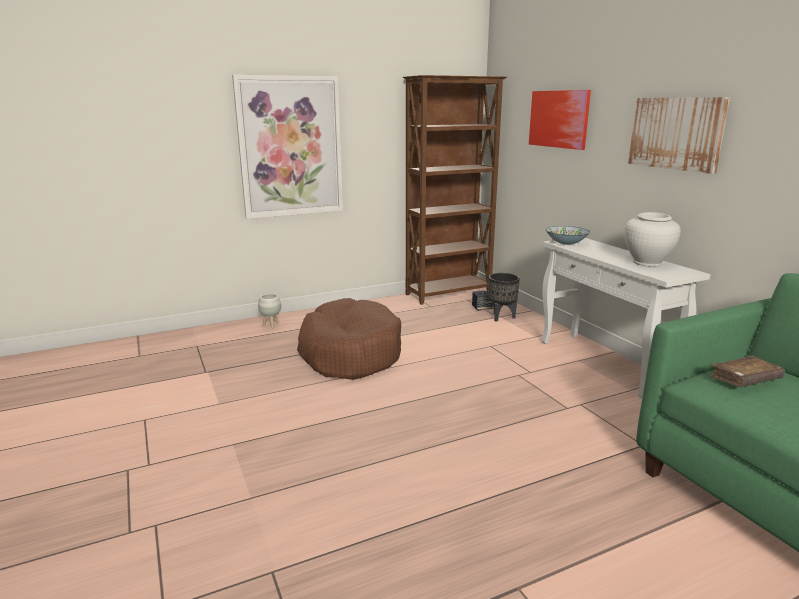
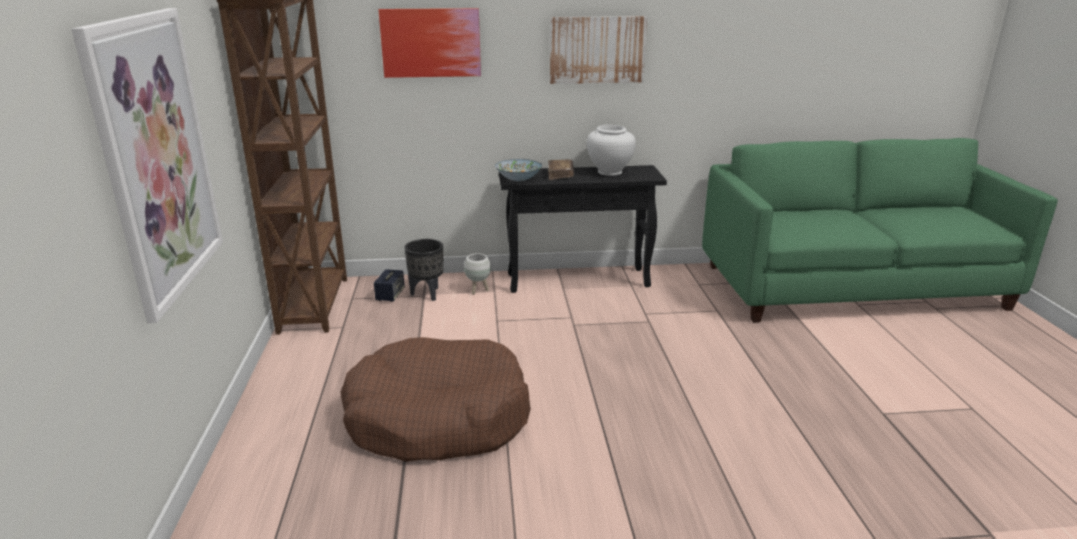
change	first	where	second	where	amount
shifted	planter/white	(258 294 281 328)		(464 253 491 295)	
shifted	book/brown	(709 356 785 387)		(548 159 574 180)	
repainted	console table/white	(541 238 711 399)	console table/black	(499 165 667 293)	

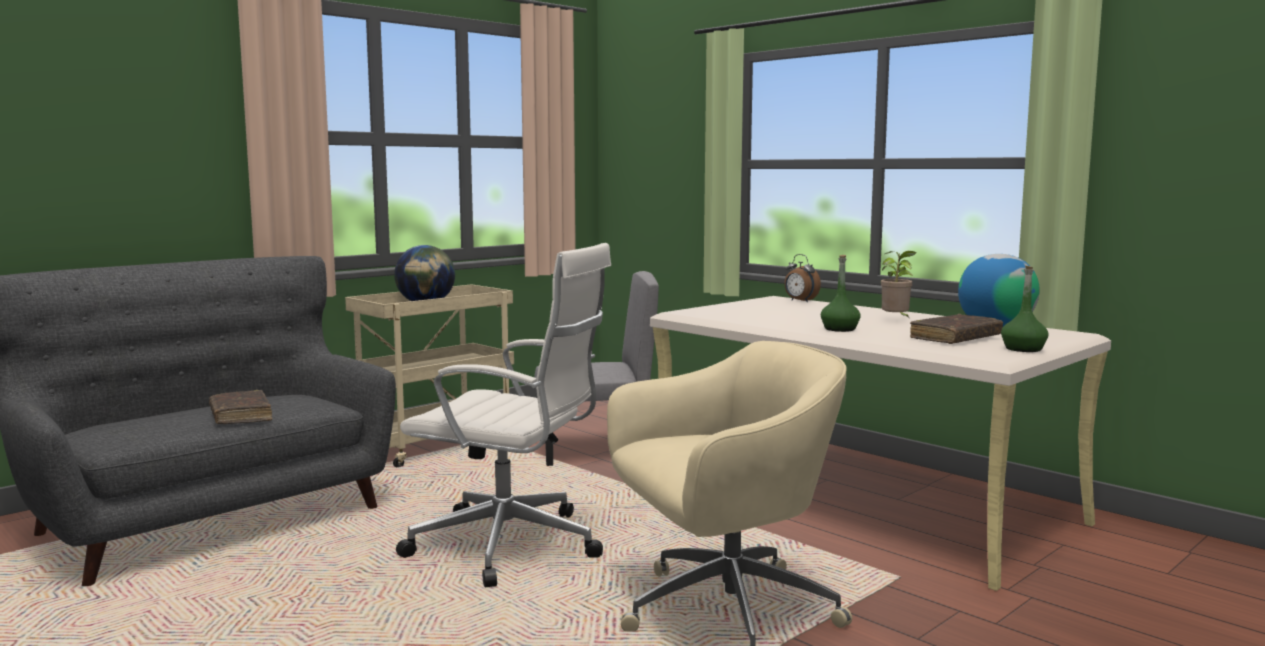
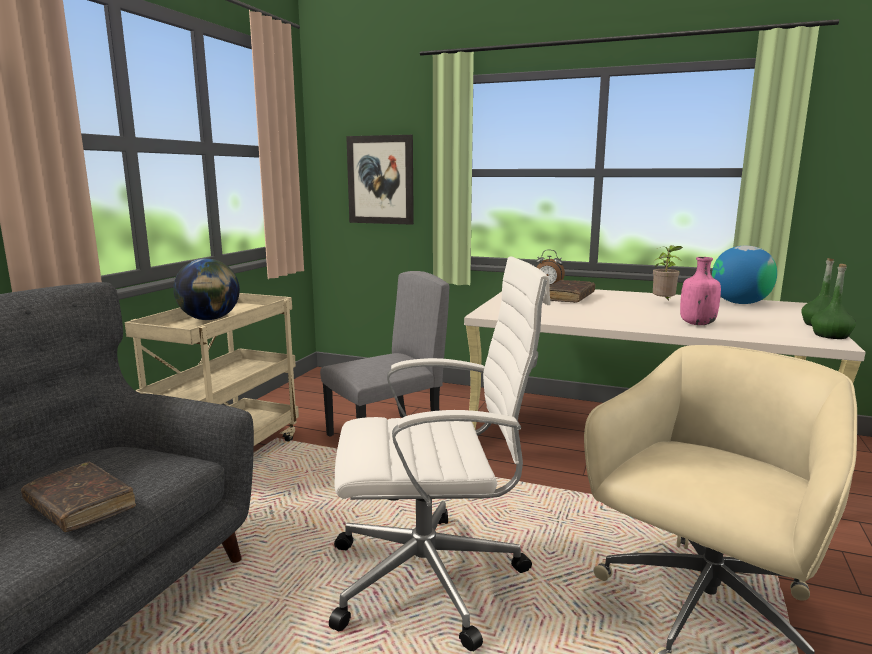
change	first	where	second	where	amount
new			picture	(346 135 414 225)	
new			bottle/pink	(680 257 721 325)	
shifted	bottle/green	(821 255 861 332)		(811 264 856 339)	
shifted	book/brown	(910 314 1003 344)		(550 280 595 303)	

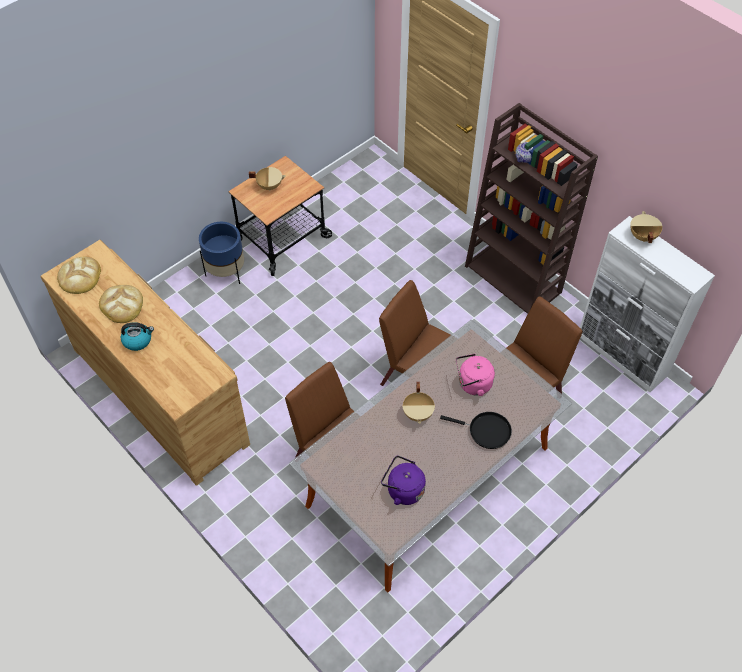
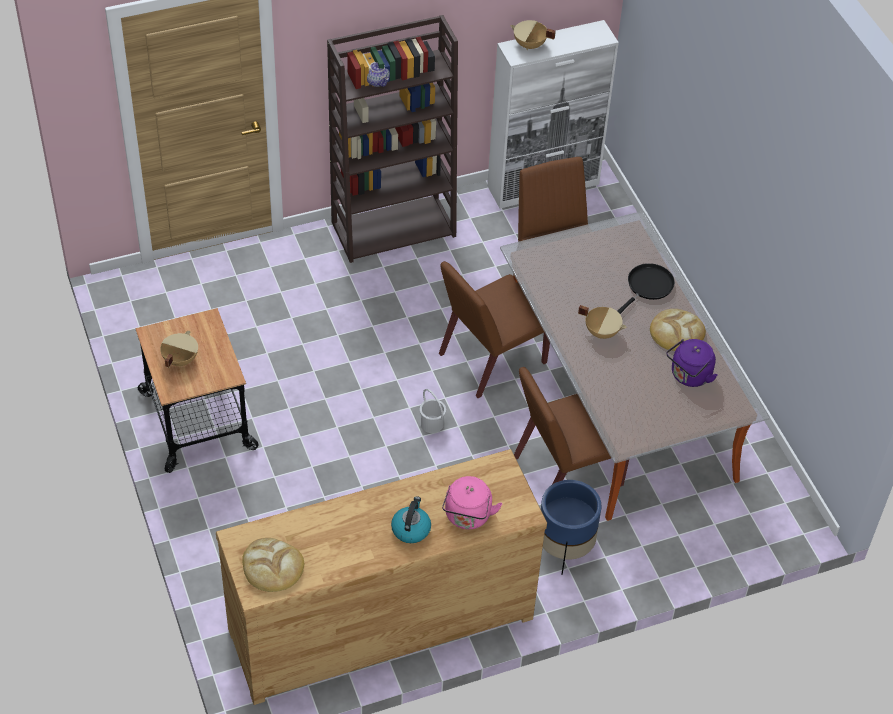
change	first	where	second	where	amount
new			bucket/white	(420 389 446 433)	
shifted	bread	(99 285 143 323)		(650 309 706 351)	
shifted	planter/blue	(199 222 244 284)		(541 480 602 575)	
shifted	kettle/pink	(456 353 495 396)		(442 476 502 529)	

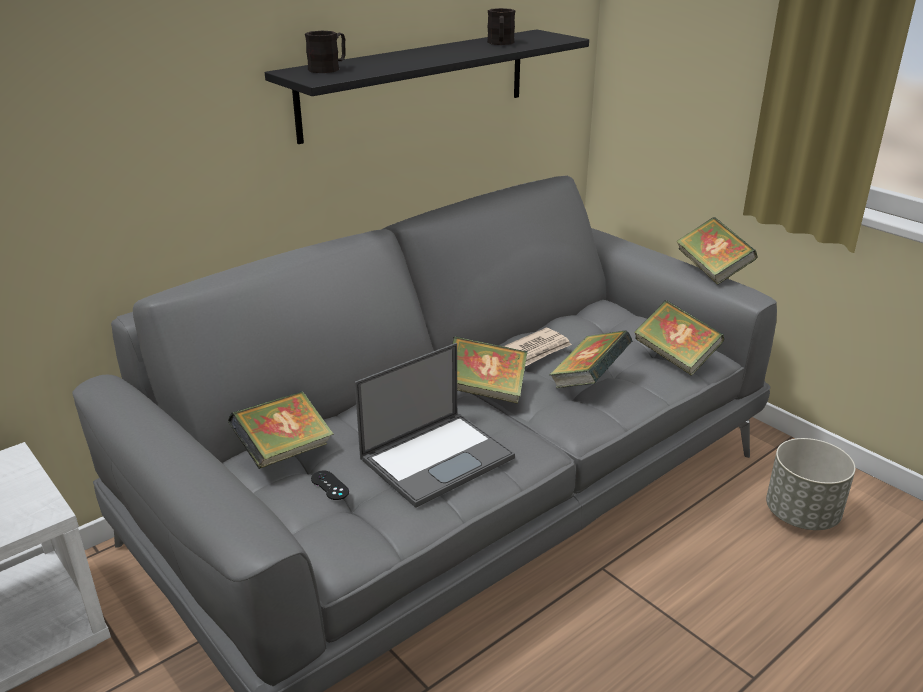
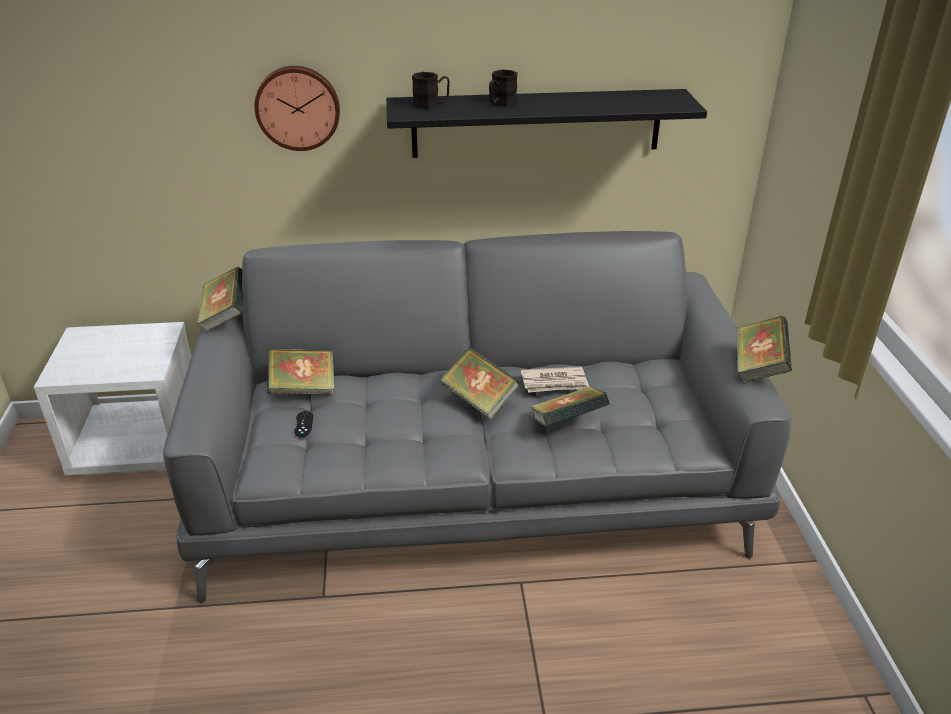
change	first	where	second	where	amount
gone	laptop	(355 343 515 508)			
gone	planter/grey	(766 438 856 530)			
new			wall clock	(254 66 340 151)	
shifted	mug/black	(487 8 515 45)		(489 70 518 106)	
shifted	book	(634 300 724 376)		(197 267 243 332)	

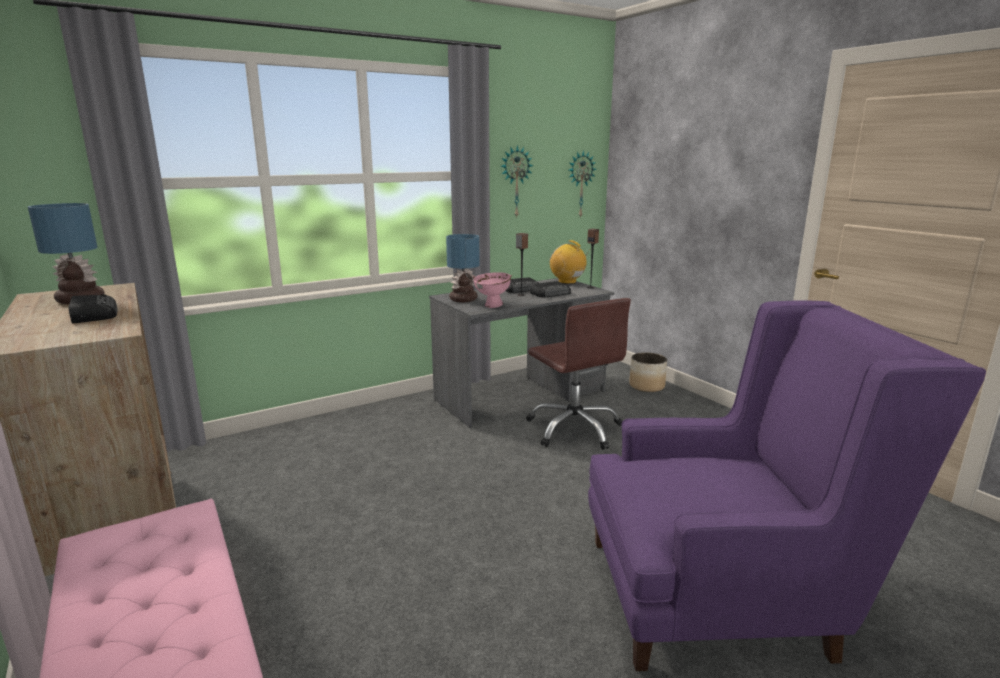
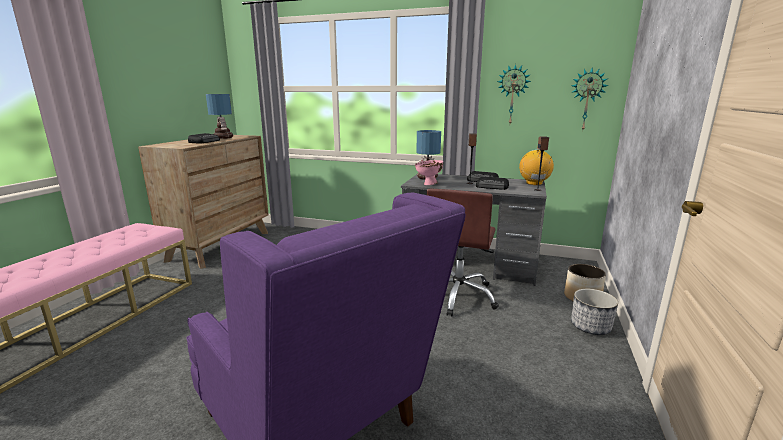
change	first	where	second	where	amount
new			planter	(571 289 618 335)	

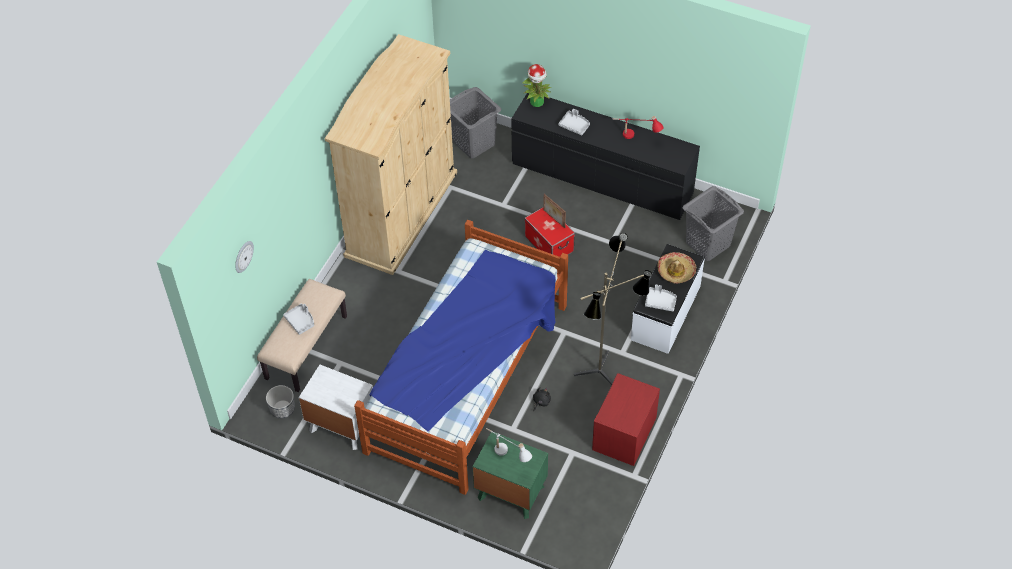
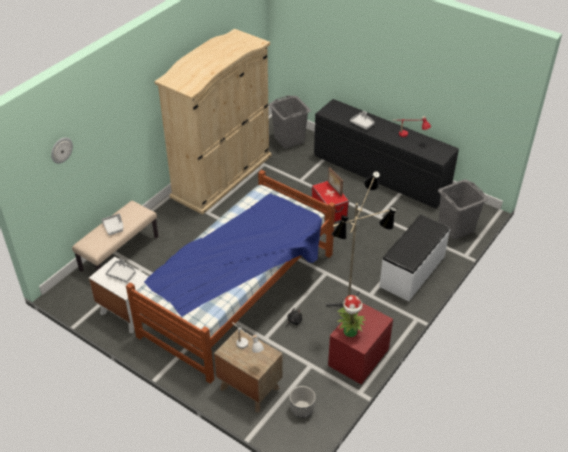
change	first	where	second	where	amount
gone	hat	(657 252 696 283)			
shifted	planter	(266 385 295 418)		(290 386 316 418)	
shifted	potted plant	(523 64 551 107)		(337 295 365 337)	
shifted	tray/grey	(645 285 677 311)		(105 258 136 283)	
repainted	nightstand/green	(473 432 548 519)	nightstand/brown	(214 329 283 412)	

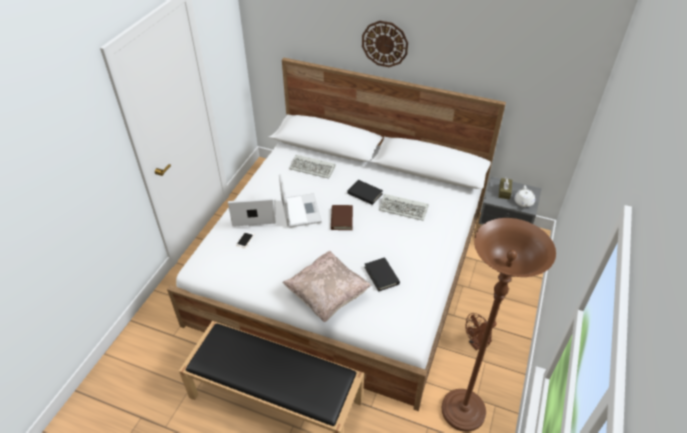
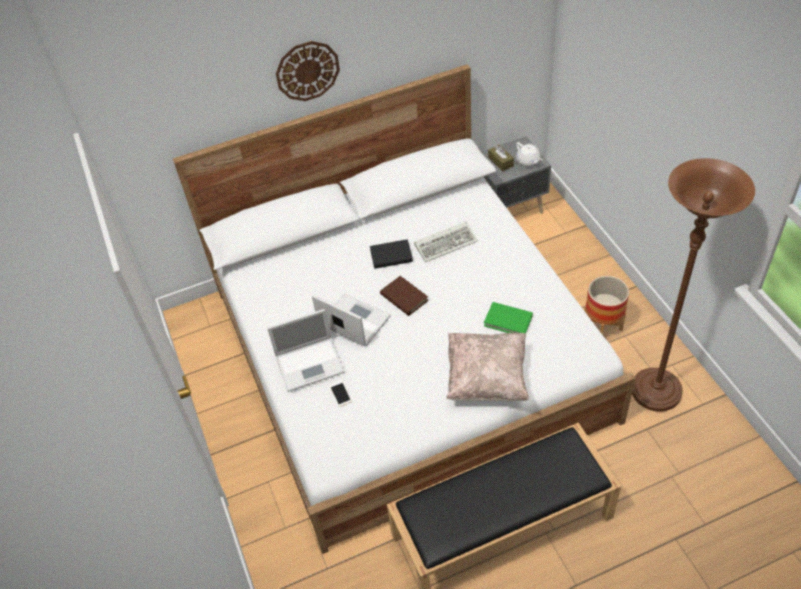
change	first	where	second	where	amount
gone	keyboard	(289 155 336 179)			
swapped	fan/brown	(466 313 497 350)	planter	(584 276 629 335)	
repainted	book/black	(365 257 400 291)	book/green	(484 302 533 334)	
rotated	laptop	(228 198 276 227)		(267 309 345 392)	150 degrees counterclockwise

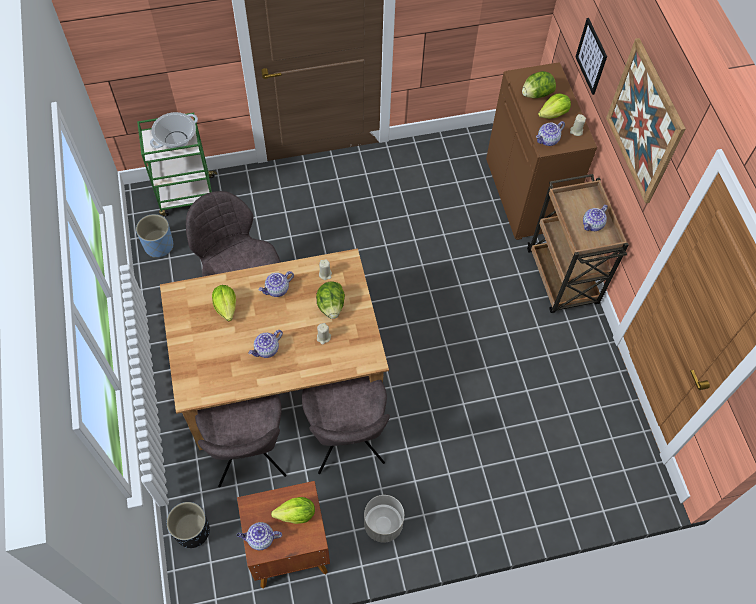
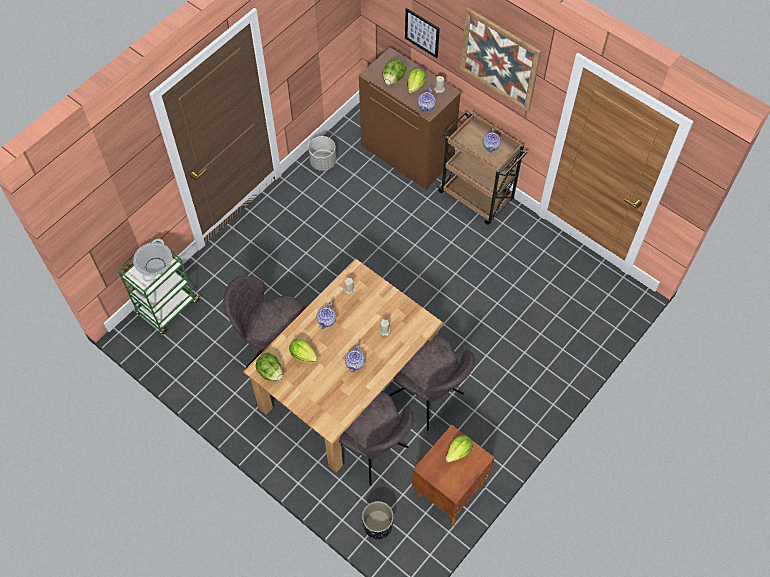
change	first	where	second	where	amount
gone	planter/blue	(136 214 173 258)			
gone	teapot	(237 522 282 550)			
shifted	lettuce	(316 282 345 319)		(256 352 283 381)	
shifted	planter/grey	(364 495 404 543)		(308 136 336 171)	

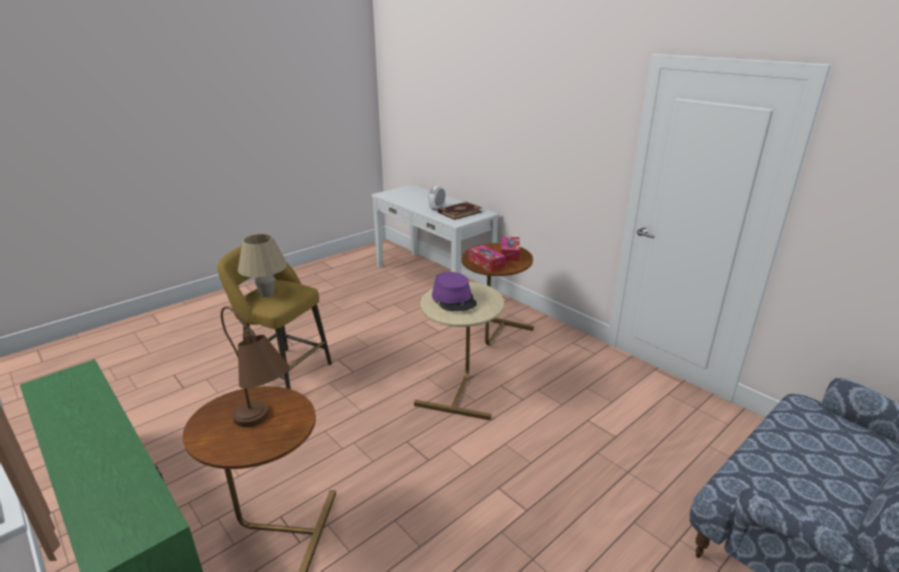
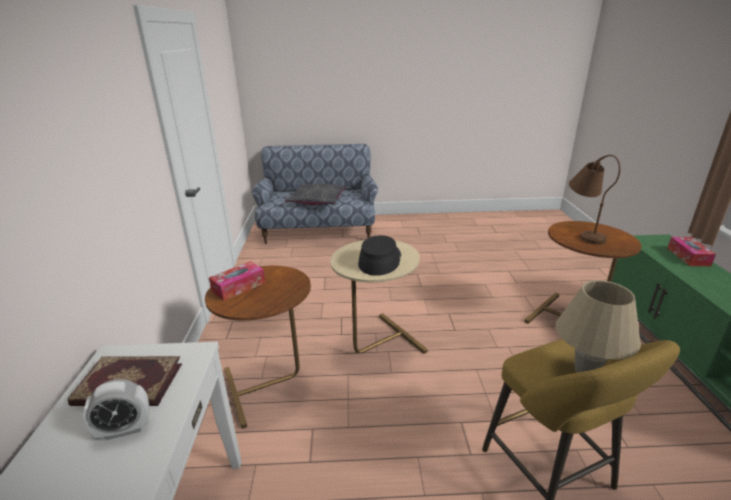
change	first	where	second	where	amount
new			pillow/grey	(285 183 347 205)	
shifted	tissue box	(468 245 506 272)		(668 237 716 266)	
repainted	hat/purple	(432 272 477 311)	hat/black	(358 235 401 276)	

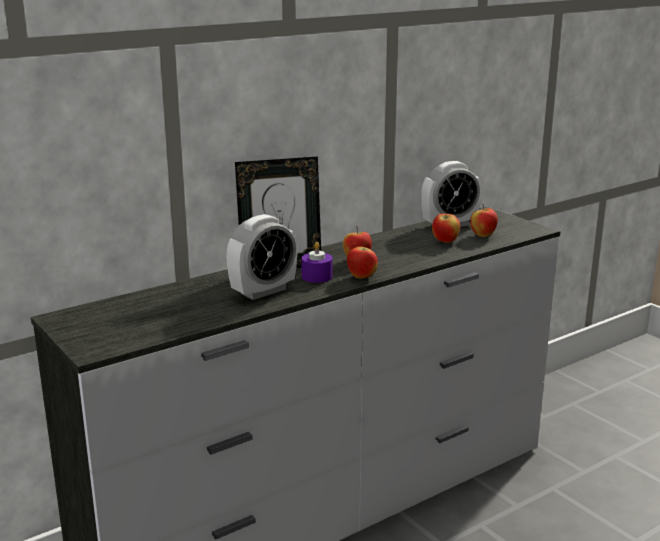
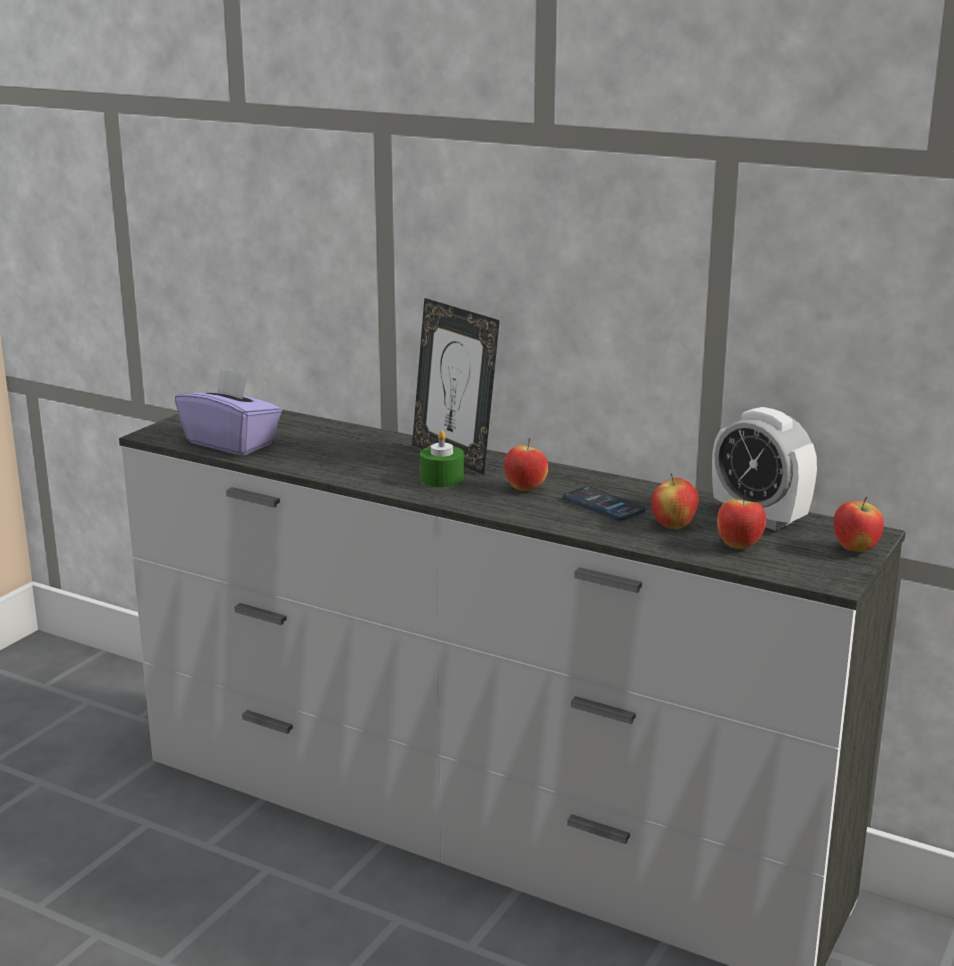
change	first	where	second	where	amount
gone	alarm clock	(227 214 297 300)			
new			tissue box/purple	(175 368 282 456)	
new			phone	(563 486 645 521)	
shifted	apple	(347 242 378 279)		(833 497 884 552)	
repainted	candle/purple	(301 242 333 283)	candle/green	(420 430 464 488)	

